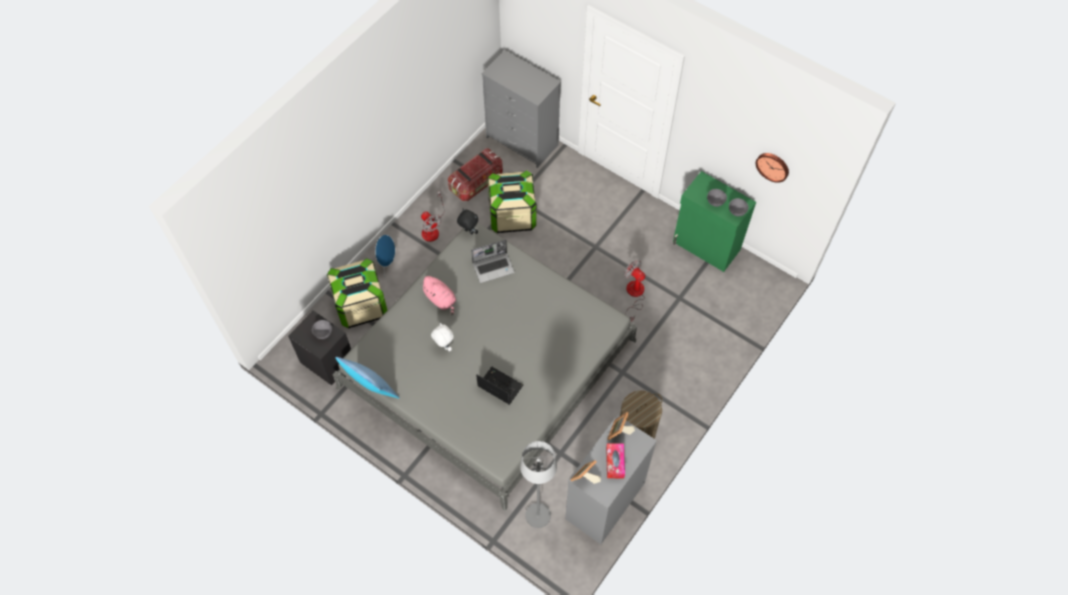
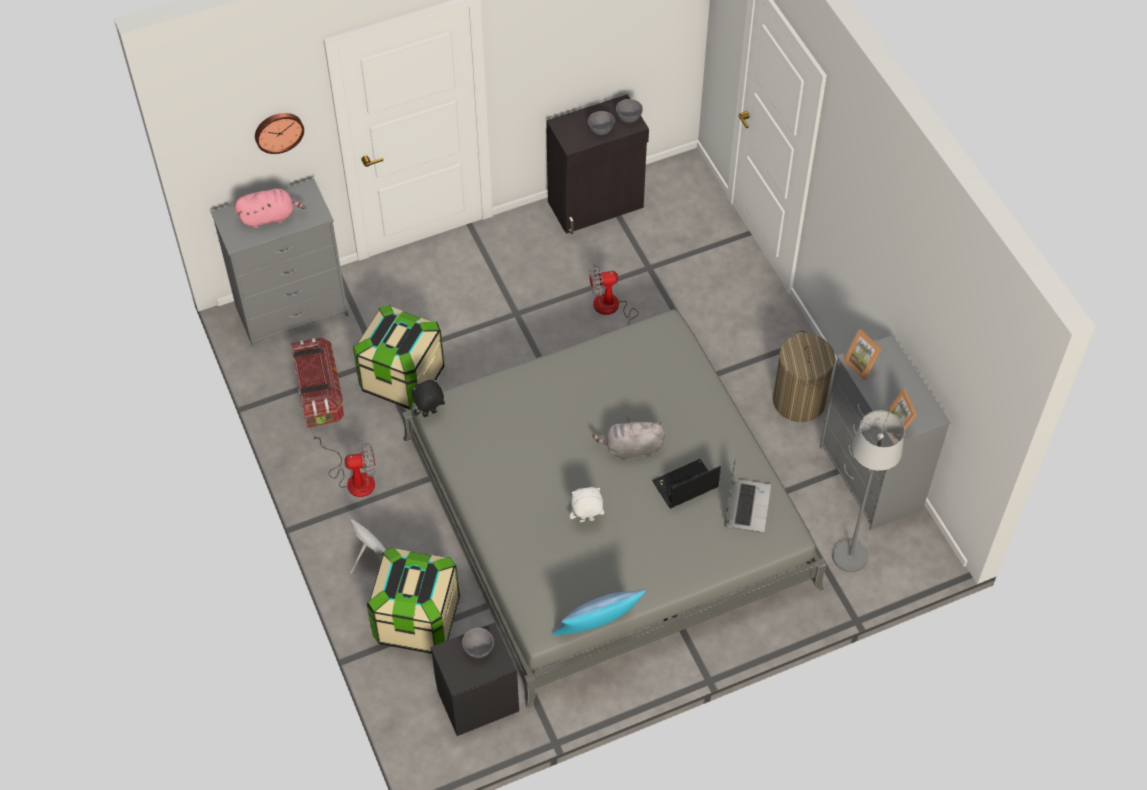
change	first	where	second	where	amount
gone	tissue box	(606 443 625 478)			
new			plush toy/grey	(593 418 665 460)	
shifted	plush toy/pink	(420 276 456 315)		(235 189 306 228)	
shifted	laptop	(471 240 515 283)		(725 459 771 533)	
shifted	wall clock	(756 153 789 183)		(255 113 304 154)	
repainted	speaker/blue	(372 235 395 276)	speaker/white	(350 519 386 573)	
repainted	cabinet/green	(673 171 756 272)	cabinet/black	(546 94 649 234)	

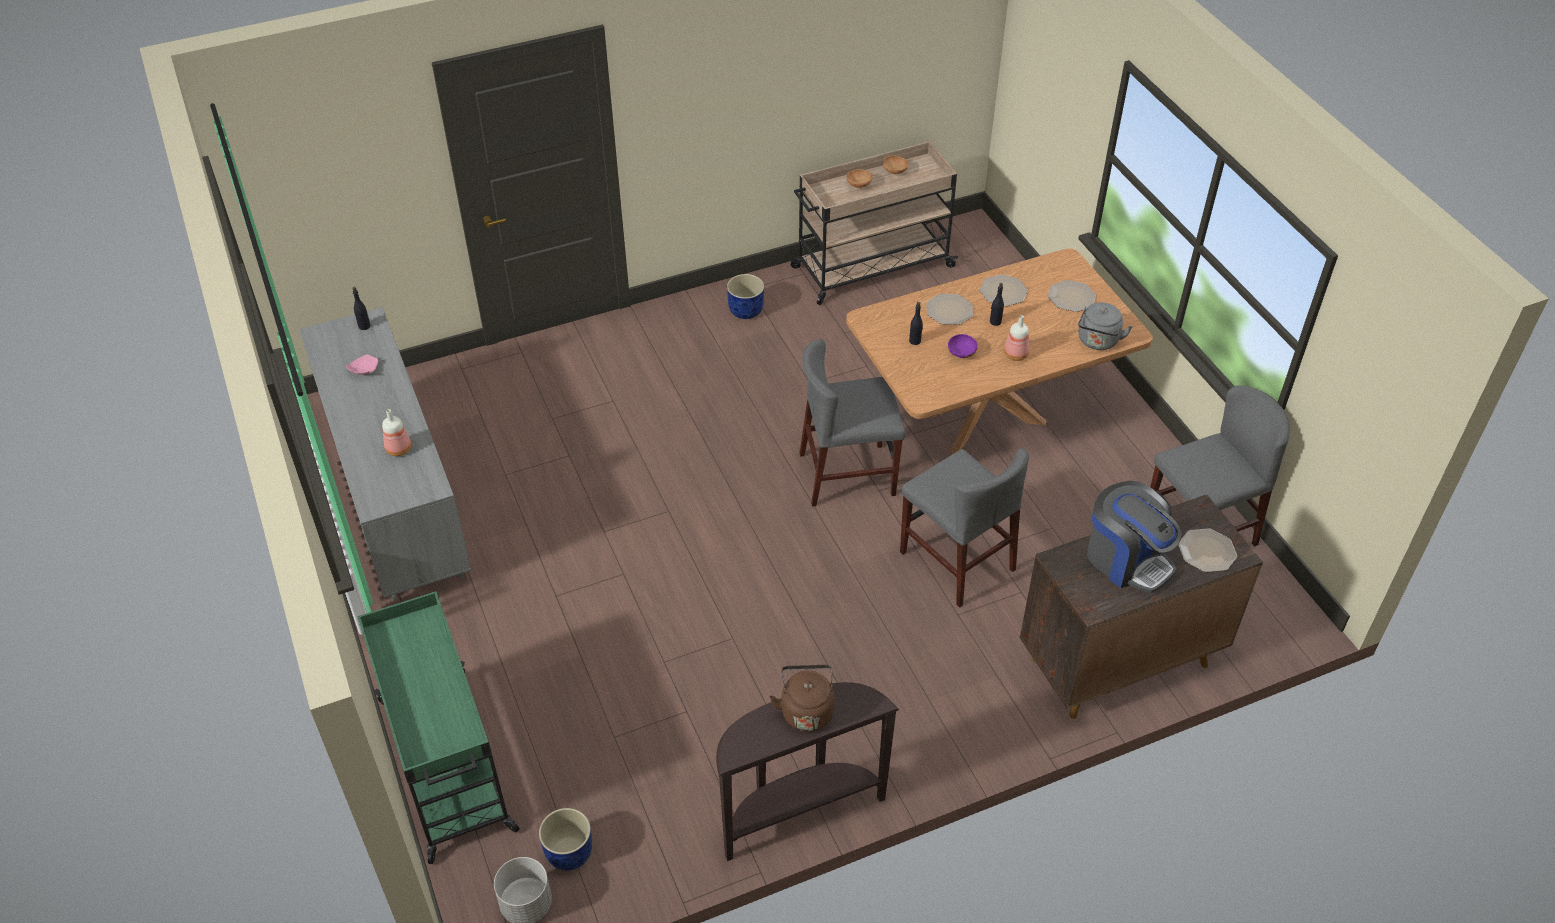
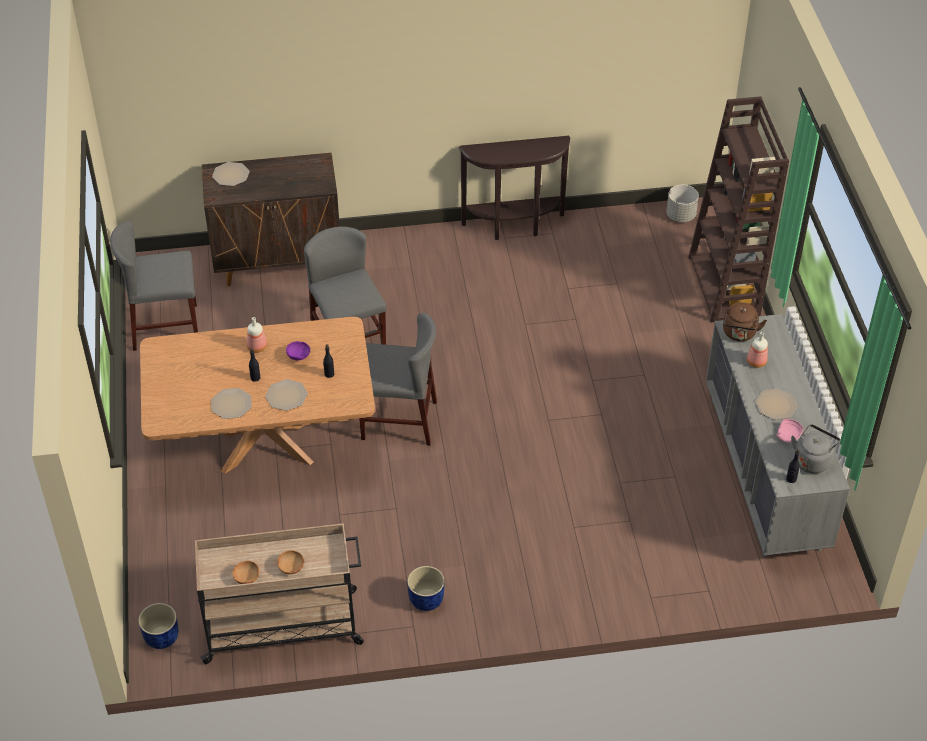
change	first	where	second	where	amount
gone	coffee machine	(1087 481 1182 593)			
shifted	planter/blue	(539 808 592 871)		(138 603 178 649)	
shifted	kettle/brown	(769 665 835 732)		(723 302 767 341)	
shifted	plate	(1048 280 1096 312)		(755 389 798 420)	
shifted	kettle/grey	(1078 302 1132 350)		(791 424 841 474)	
swapped	cart/green	(358 591 519 864)	bookcase/brown	(688 96 789 322)	

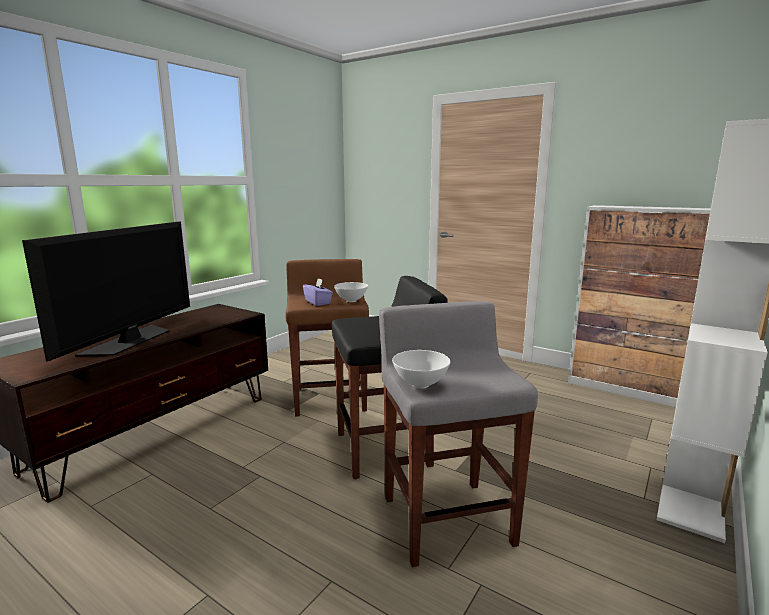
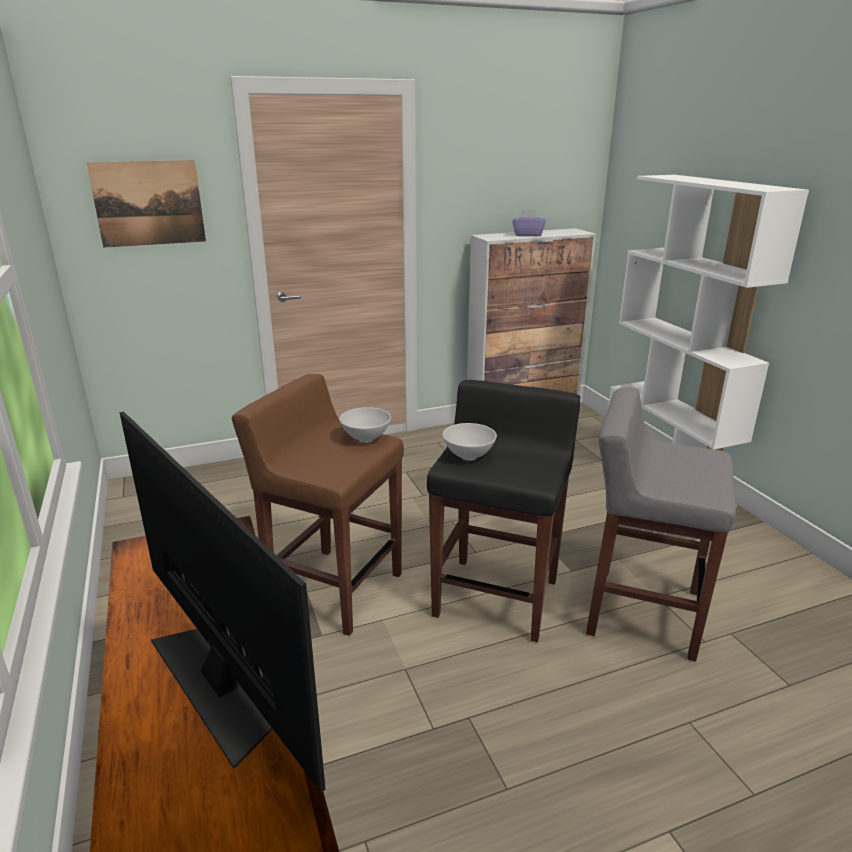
change	first	where	second	where	amount
new			picture	(86 160 206 248)	
shifted	tissue box/purple	(303 278 333 306)		(512 209 546 236)	
shifted	bowl/white	(392 350 451 389)		(443 423 497 461)	

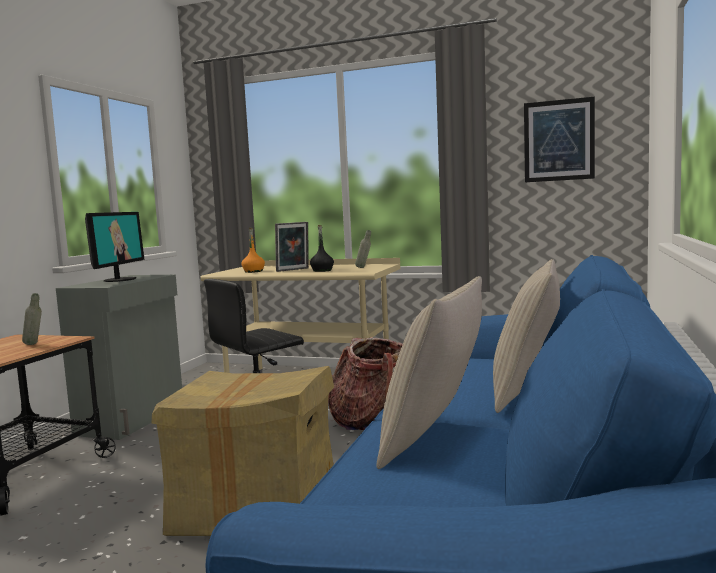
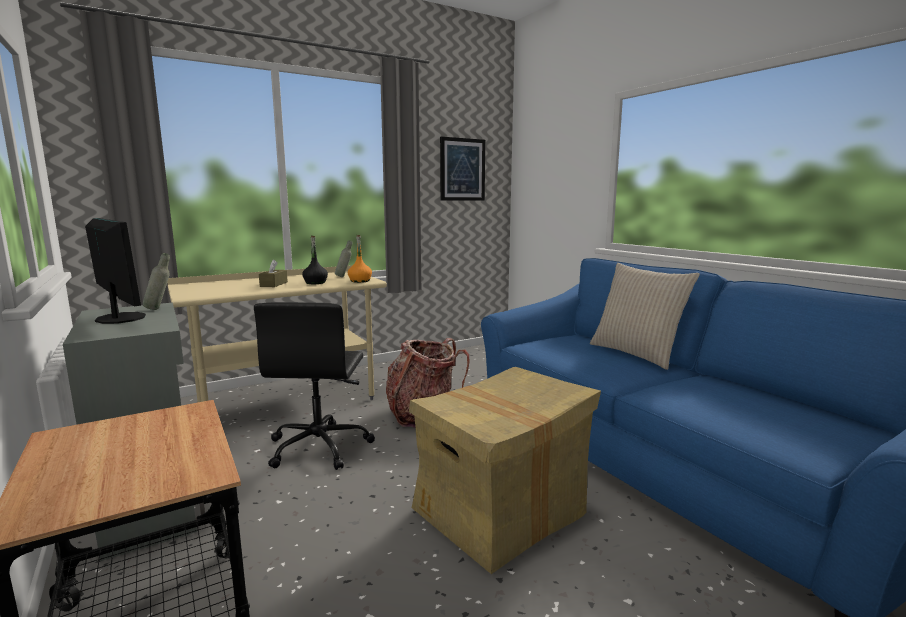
change	first	where	second	where	amount
gone	pillow/beige	(377 276 482 469)			
shifted	bottle/grey	(22 293 42 345)		(143 253 170 310)	
shifted	bottle/orange	(242 228 265 273)		(348 235 372 283)	
swapped	picture frame	(275 222 309 272)	tissue box/brown	(259 259 288 287)	

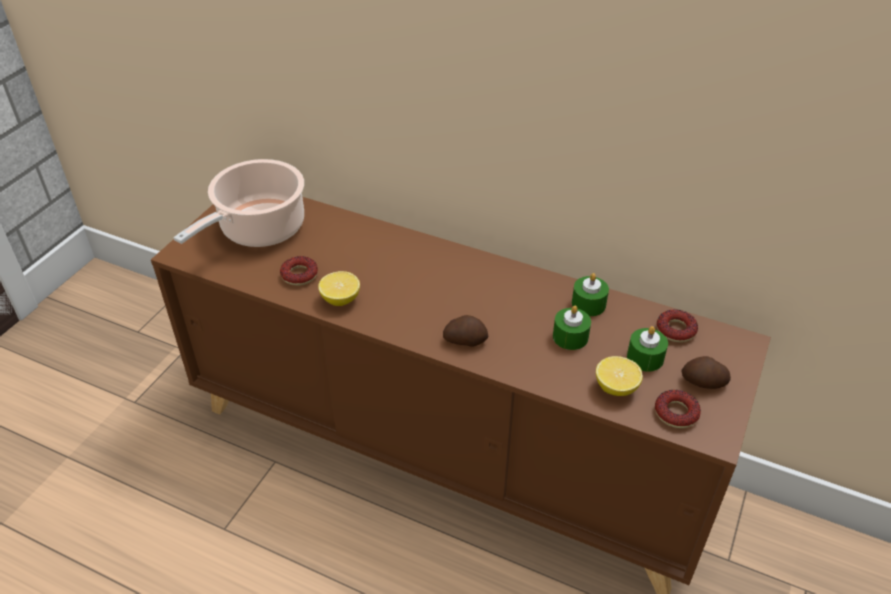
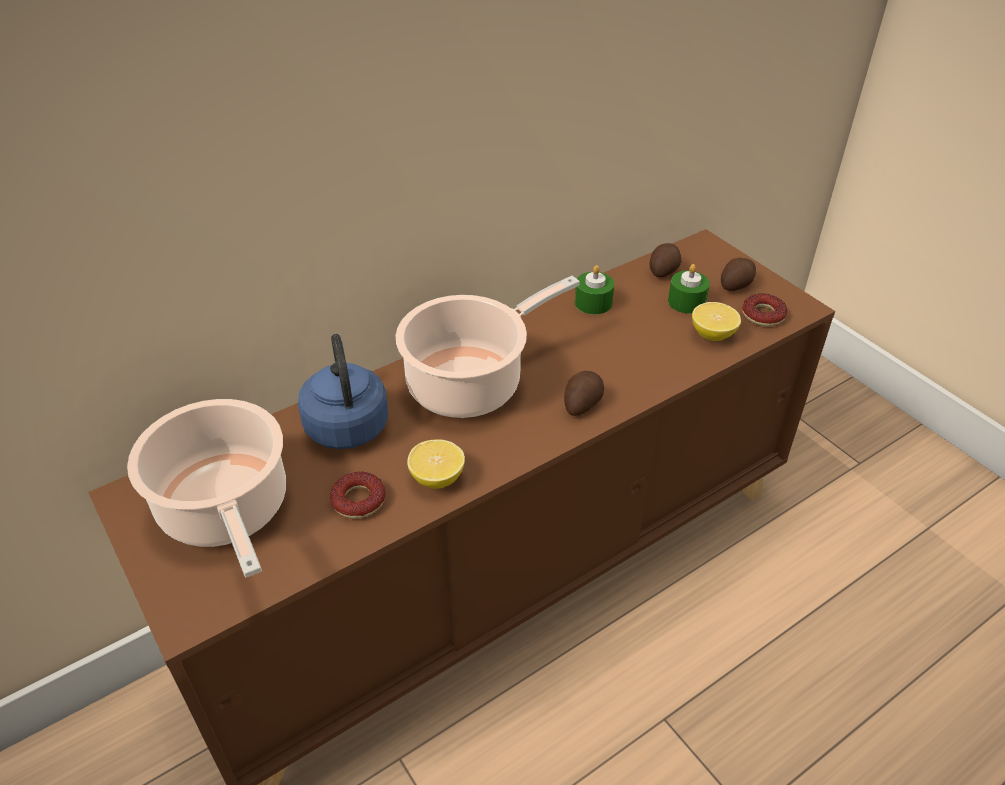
change	first	where	second	where	amount
gone	candle/green	(553 306 591 350)			
new			kettle/blue	(298 334 388 449)	
new			cooking pot	(395 276 580 418)	
swapped	donut	(657 309 698 342)	potato	(649 243 681 277)	

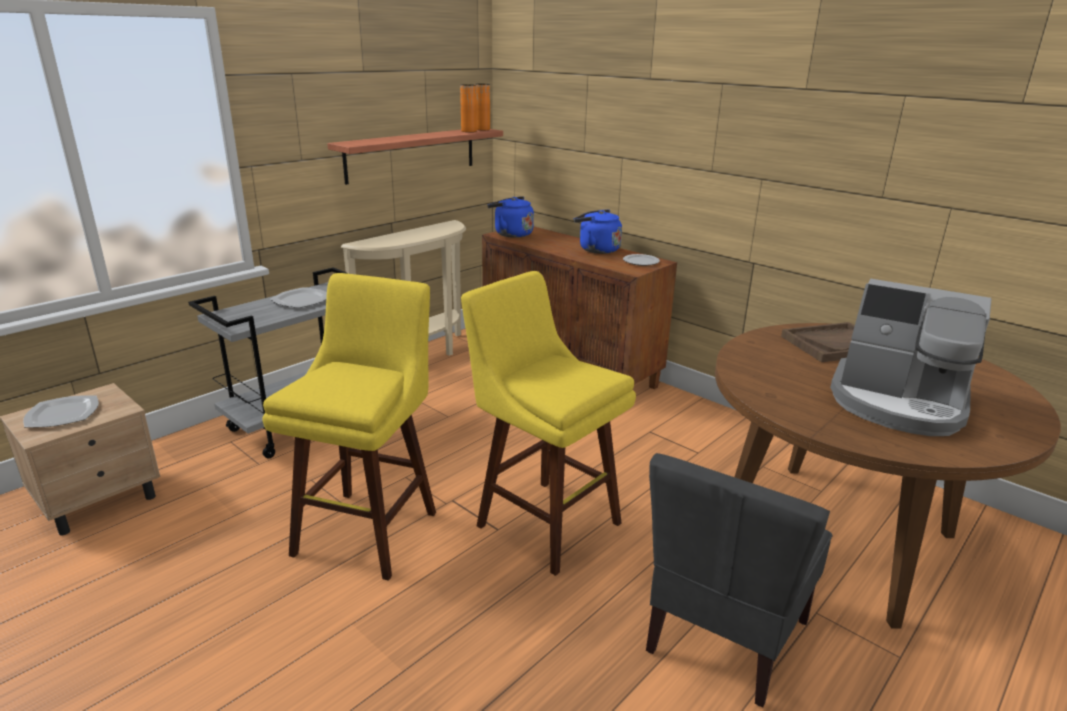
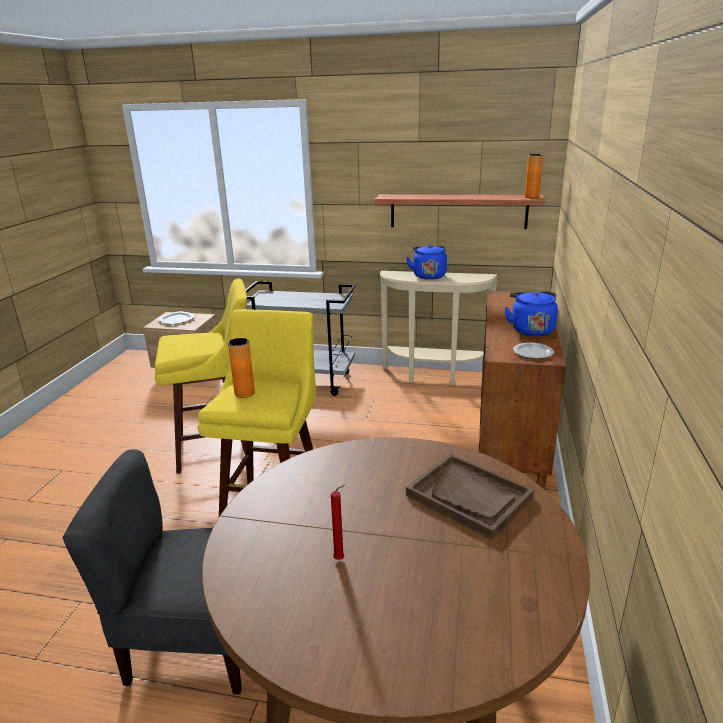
change	first	where	second	where	amount
gone	plate	(270 287 327 308)			
shifted	vase/orange	(460 84 477 132)		(228 338 255 398)	
shifted	kettle/blue	(487 196 534 238)		(406 245 447 280)	
swapped	coffee machine	(830 278 992 436)	candle/red	(331 485 345 560)	

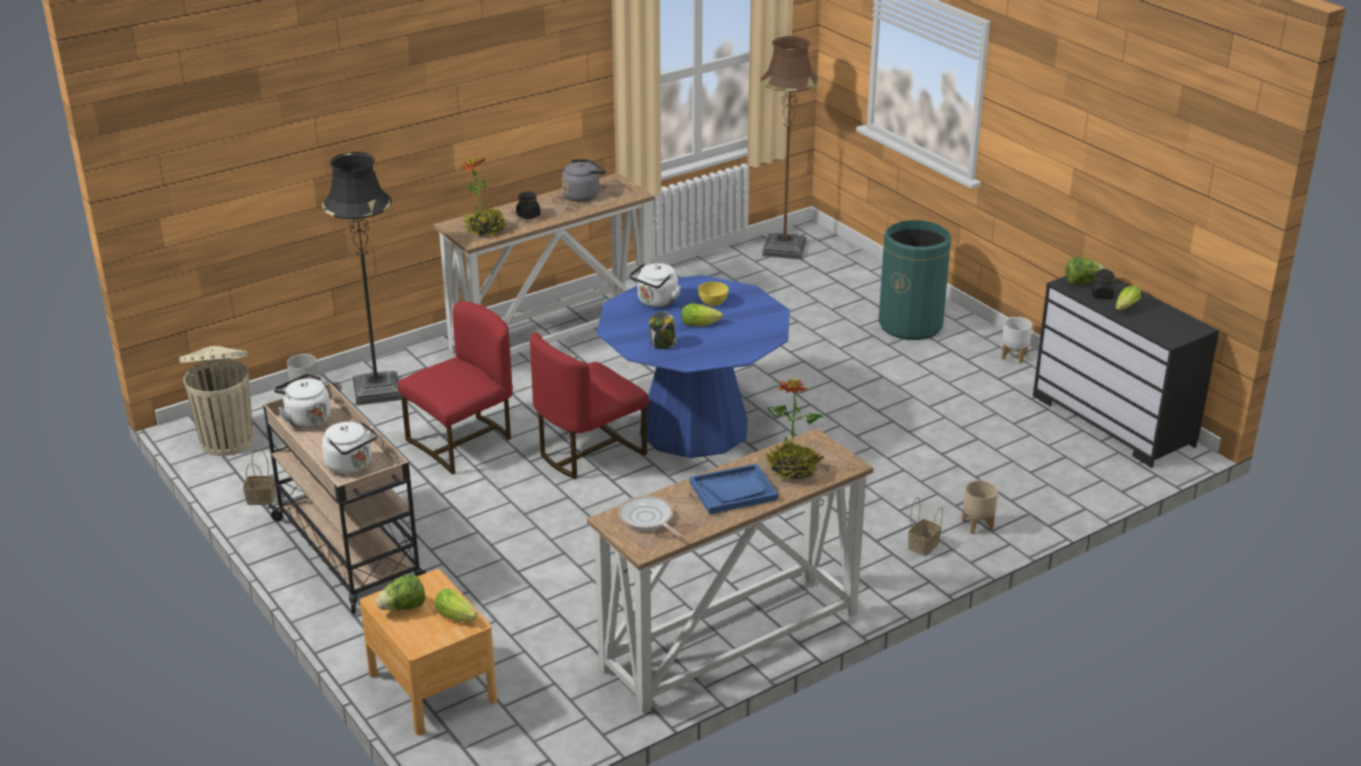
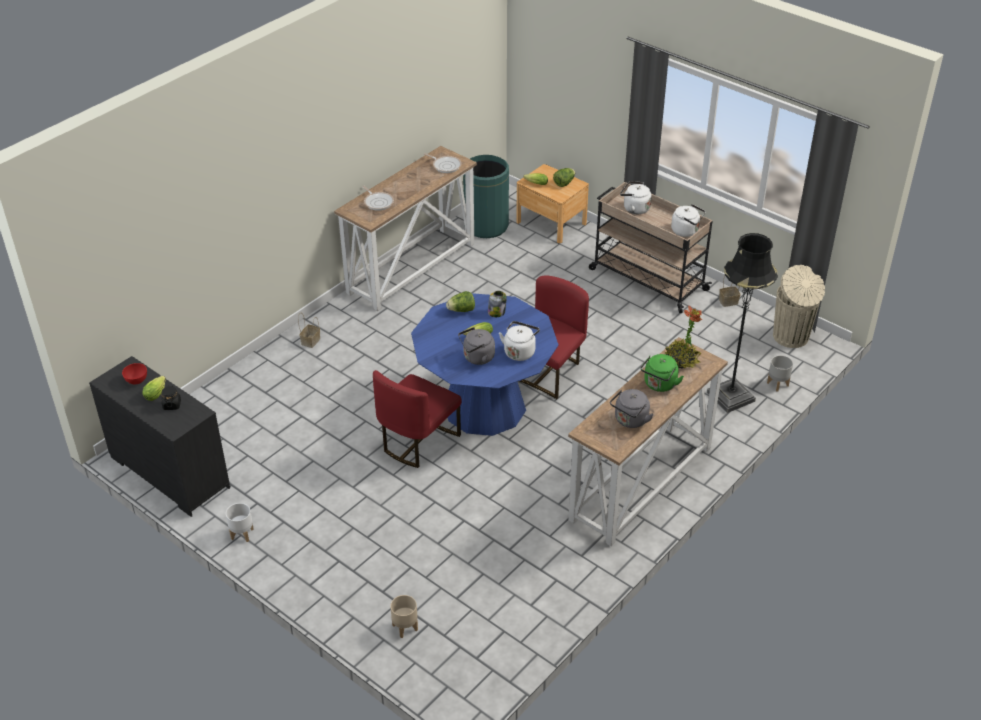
change	first	where	second	where	amount
gone	tray/blue	(690 464 778 514)			
gone	floor lamp/brown	(761 36 819 260)			
new			bowl/red	(122 363 147 385)	
shifted	chair/red	(398 301 513 475)		(373 370 462 468)	
shifted	trash can/green	(879 220 951 340)		(463 155 509 238)	
shifted	planter/beige	(962 480 998 534)		(390 595 418 638)	
shifted	lettuce	(1066 258 1105 285)		(446 291 475 312)	
swapped	jar/black	(516 191 540 220)	kettle/green	(640 354 684 392)	
swapped	bowl/yellow	(698 282 729 306)	kettle/grey	(458 327 495 365)	
swapped	potted plant	(765 378 824 480)	frying pan	(362 186 394 211)	

